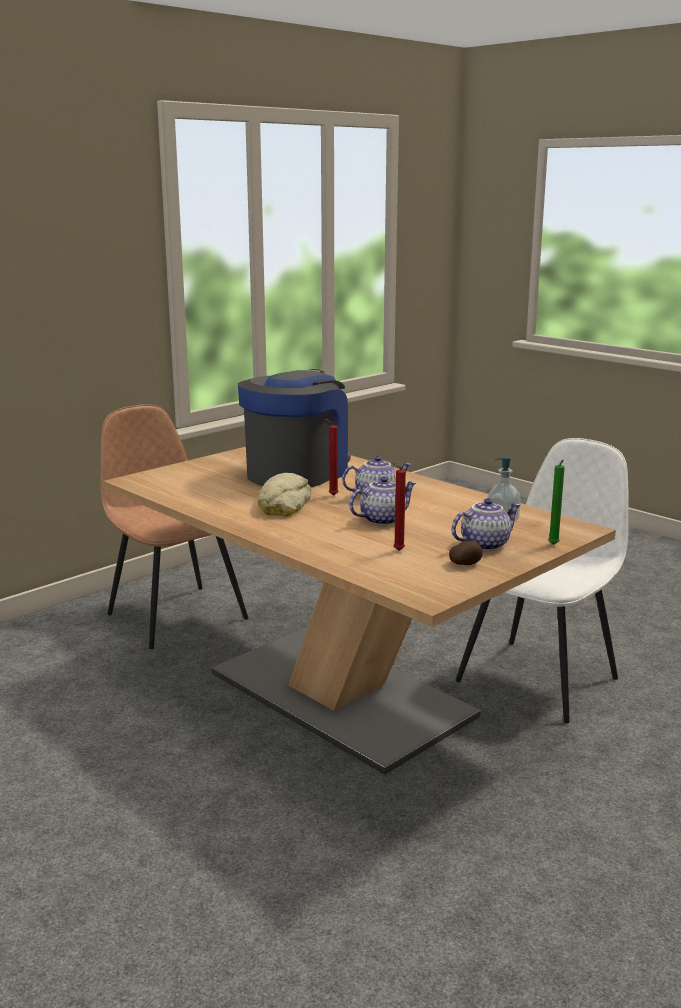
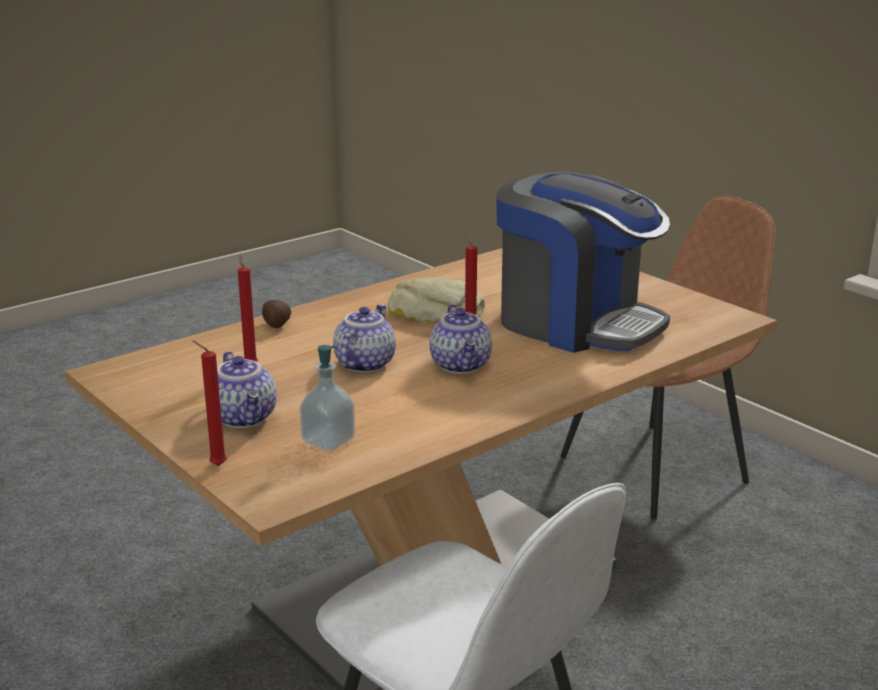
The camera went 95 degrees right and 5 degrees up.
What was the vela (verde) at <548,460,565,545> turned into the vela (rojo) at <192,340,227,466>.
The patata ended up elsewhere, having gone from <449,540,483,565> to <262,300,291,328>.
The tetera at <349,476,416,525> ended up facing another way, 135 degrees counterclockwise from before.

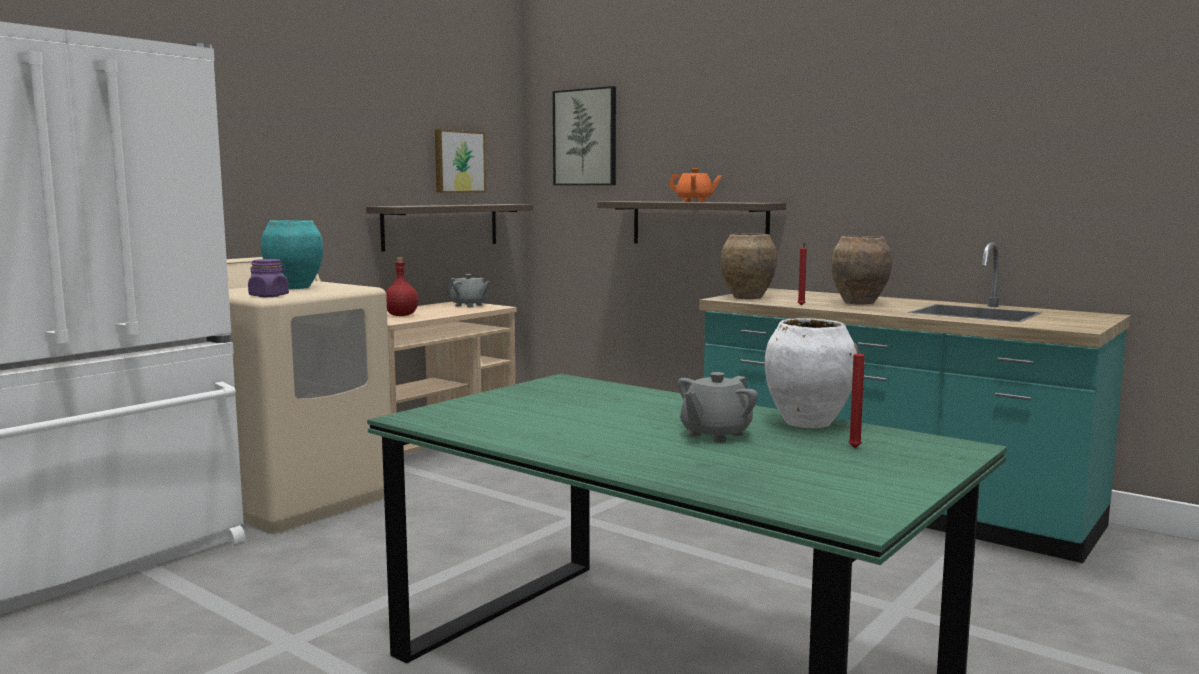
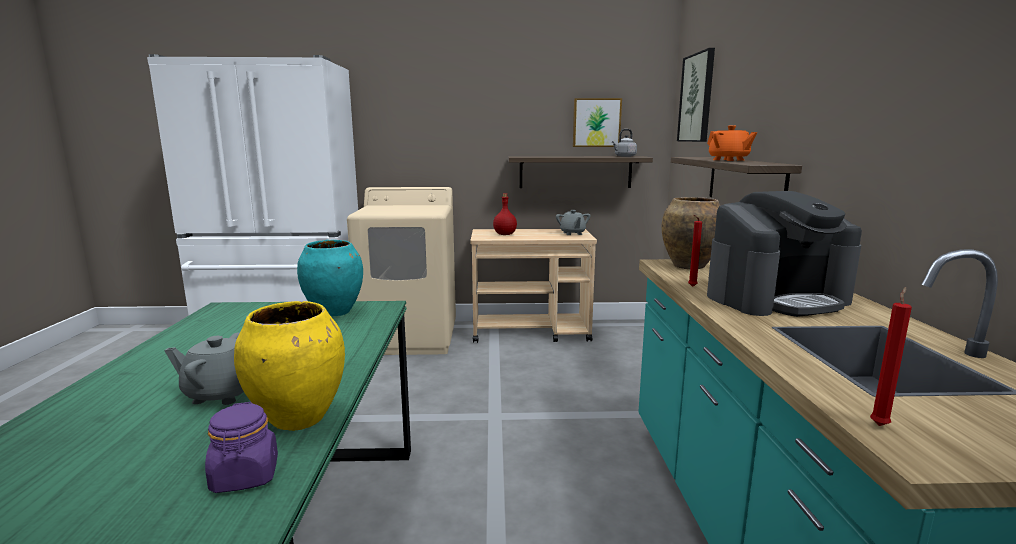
The camera went 50 degrees right and 5 degrees up.
The tarro (morado) ended up elsewhere, having gone from <248,259,289,297> to <205,402,278,493>.
What was the florero (blanco) at <765,318,857,428> turned into the florero (amarillo) at <234,301,345,431>.
The florero (turquesa) ended up elsewhere, having gone from <261,220,324,289> to <297,240,363,317>.
The second view gained the hervidor (gris) at <612,129,637,157>.
Where the florero (marrón) stood at <831,236,892,304>, the cafetera came to stand at <707,191,862,317>.
The vela (rojo) ended up elsewhere, having gone from <848,342,865,448> to <870,287,912,426>.

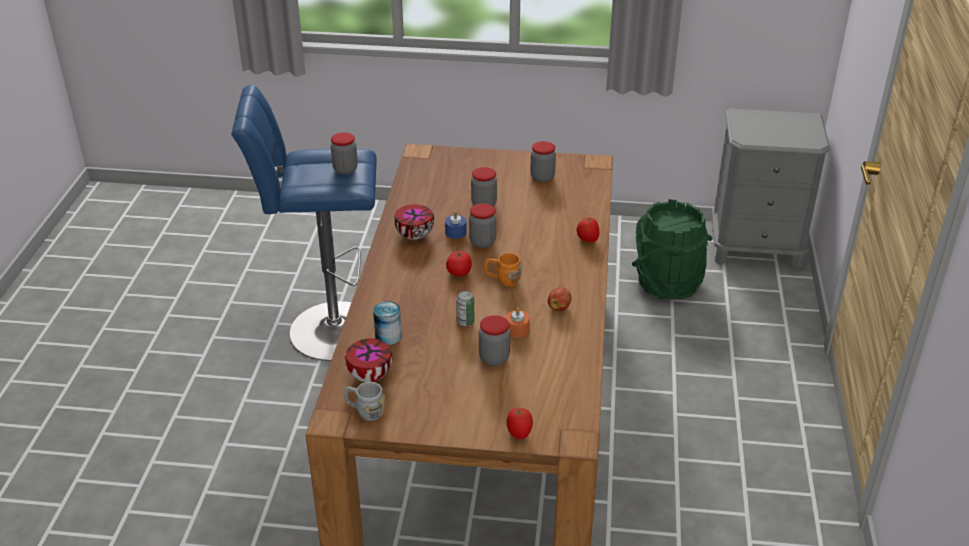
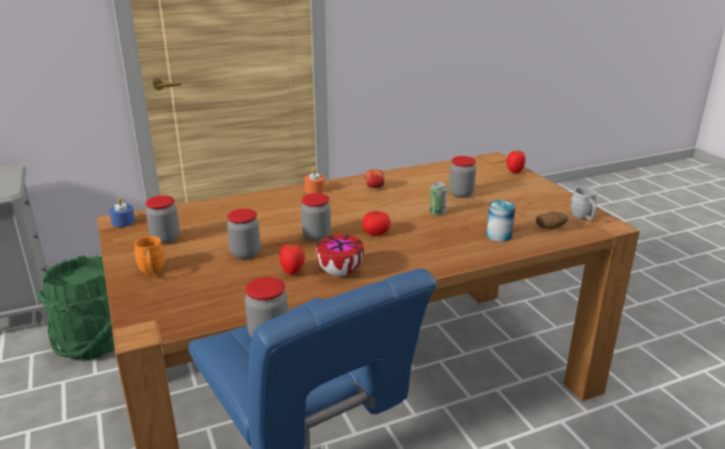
The camera went 120 degrees left and 10 degrees down.
The vela (azul) ended up elsewhere, having gone from <445,211,467,239> to <109,198,135,227>.
The taza grande (naranja) ended up elsewhere, having gone from <484,253,522,287> to <134,236,165,276>.
The tomate ended up elsewhere, having gone from <577,217,600,243> to <280,243,305,275>.
The vela (naranja) ended up elsewhere, having gone from <506,307,530,338> to <304,168,325,194>.
Where the cuenco stood at <345,338,393,382>, the patata came to stand at <536,211,568,229>.

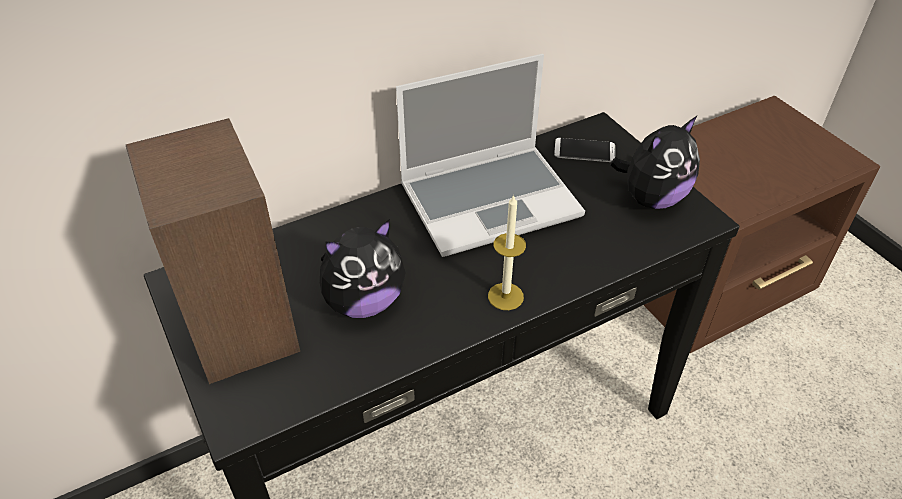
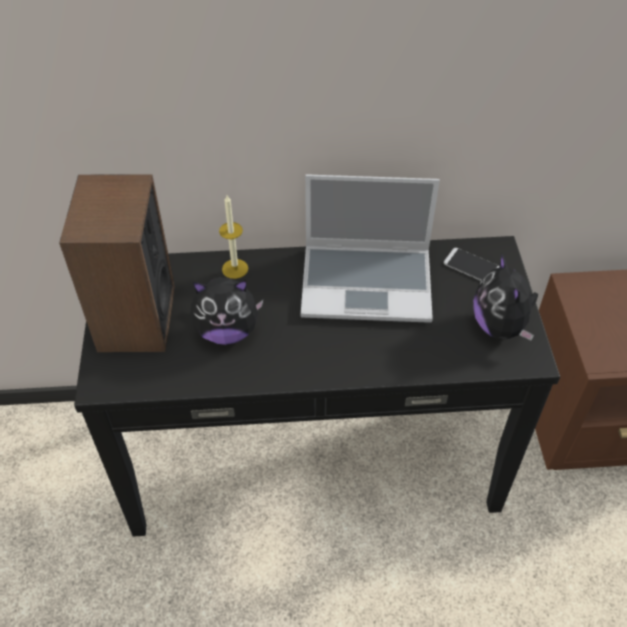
The camera went 25 degrees right and 5 degrees up.
The vela ended up elsewhere, having gone from <488,194,526,310> to <219,195,248,279>.
The peluche at <610,116,700,209> ended up facing another way, 90 degrees clockwise from before.

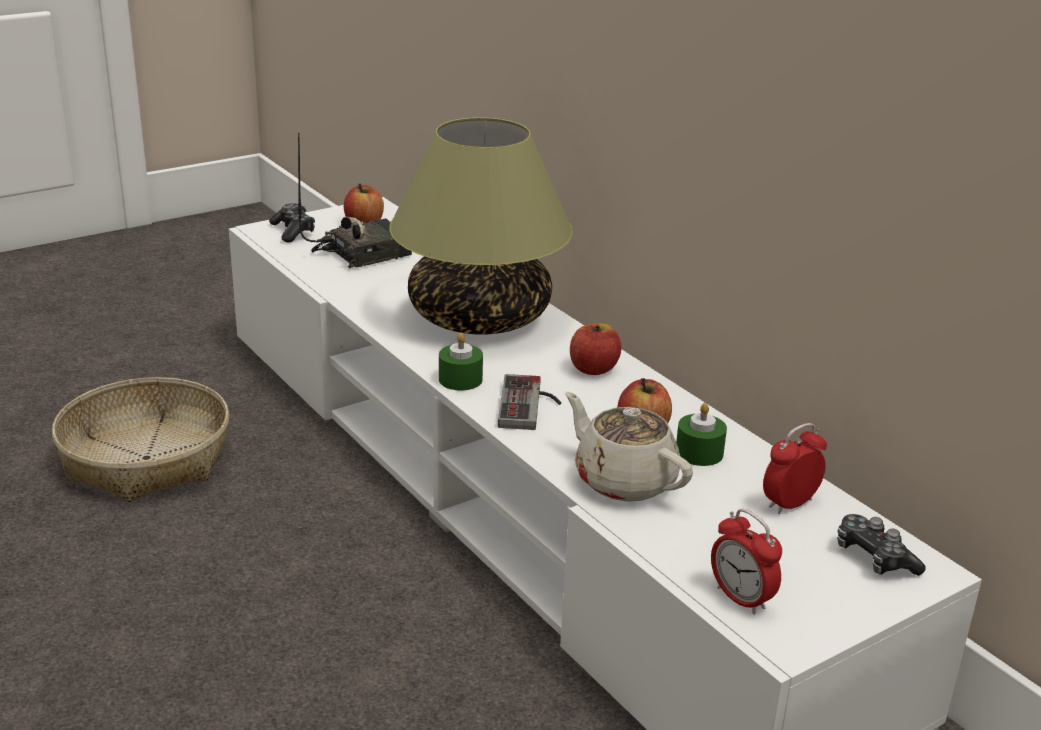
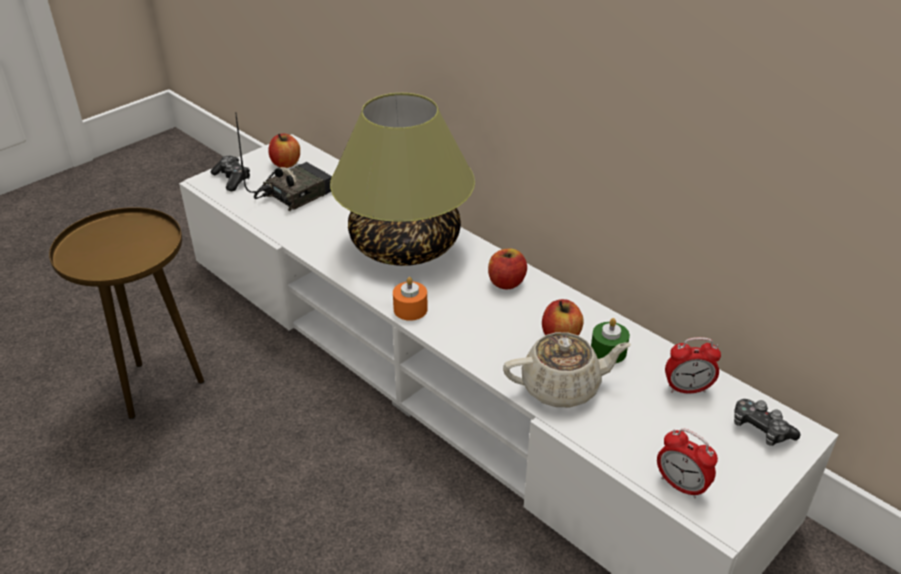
The camera went 10 degrees left and 10 degrees up.
Where the cesta stood at <52,377,230,502>, the mesa auxiliar (marrón) came to stand at <49,207,204,419>.
What was the vela (verde) at <439,332,483,391> turned into the vela (naranja) at <393,277,428,321>.
The tetera (beis) at <565,392,693,502> ended up facing another way, 135 degrees clockwise from before.
The despertador at <763,423,827,514> ended up facing another way, 135 degrees counterclockwise from before.
The second view lost the mando de consola at <498,374,561,430>.

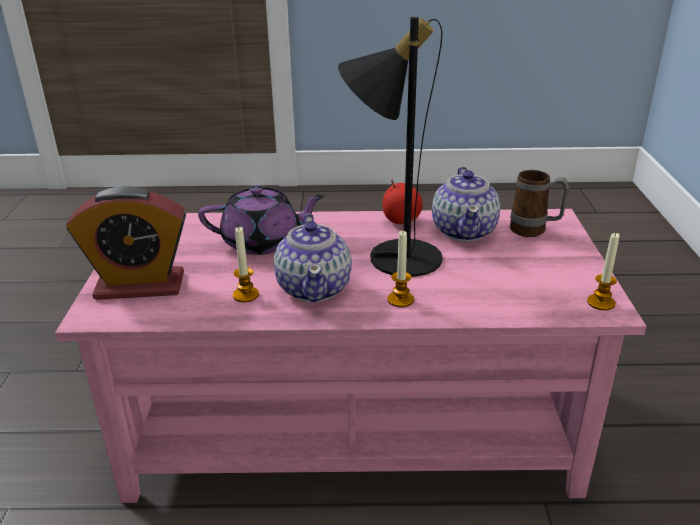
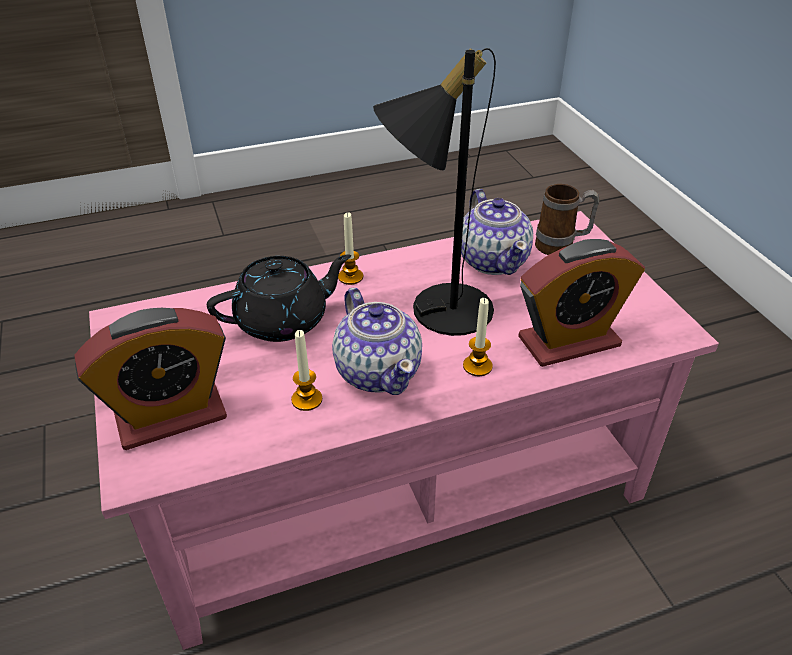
The camera went 20 degrees left and 10 degrees up.
What was the tetera (morado) at <198,185,325,255> turned into the tetera (negro) at <207,254,351,342>.
The vela ended up elsewhere, having gone from <587,233,620,311> to <338,212,363,285>.
The second view gained the despertador at <518,239,645,367>.
The second view lost the manzana at <382,180,423,224>.

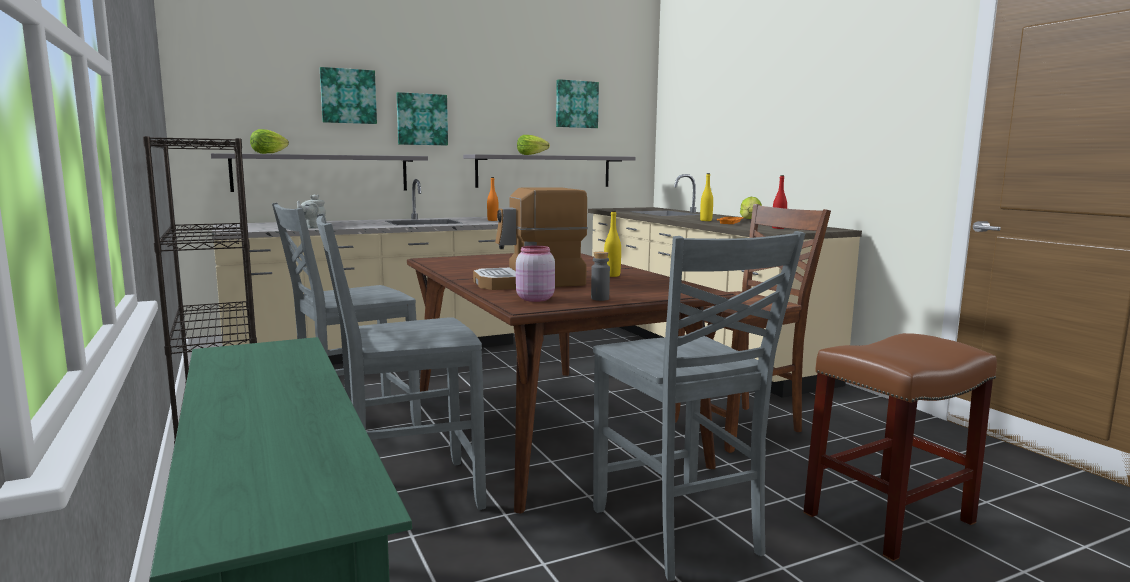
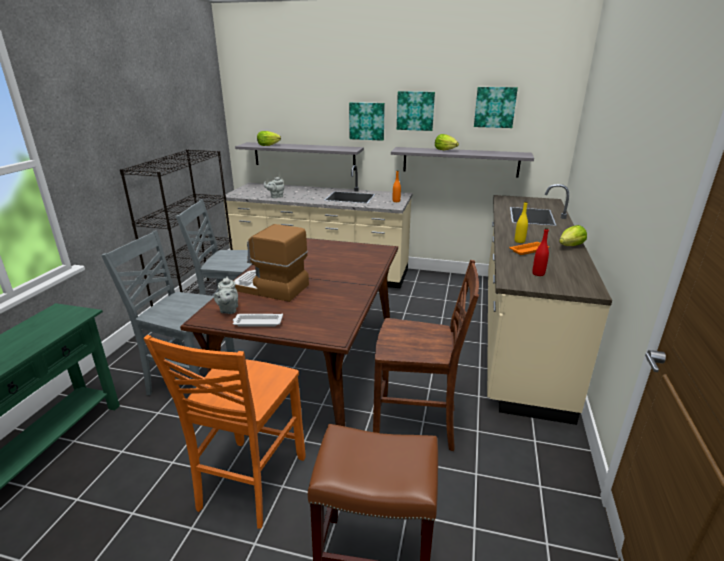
The camera went 40 degrees right and 15 degrees up.
What was the silla (gris) at <593,231,805,581> turned into the silla (naranja) at <143,335,306,529>.
Where the tarro (rosa) stood at <516,246,555,302>, the tetera (gris) came to stand at <214,276,238,314>.
Where the botella (gris) stood at <591,252,610,301>, the bandeja (blanco) came to stand at <233,314,283,327>.
The cuadro ended up elsewhere, having gone from <320,67,377,124> to <397,91,435,131>.
The second view lost the botella (amarillo) at <604,211,621,277>.

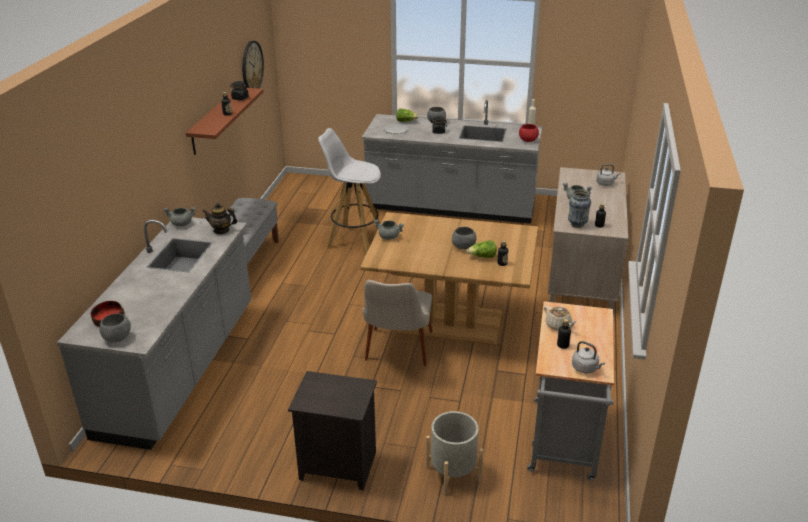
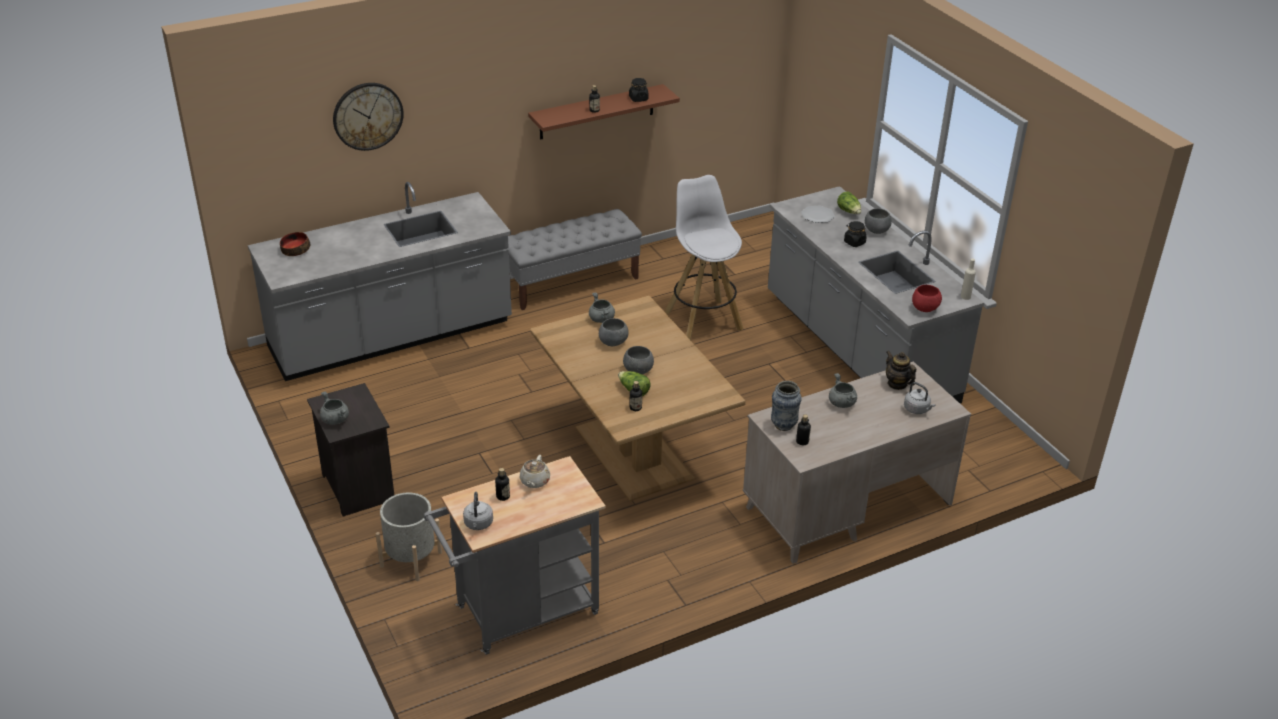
The camera went 50 degrees right and 5 degrees up.
The olla (gris) ended up elsewhere, having gone from <163,207,196,227> to <320,392,349,425>.
The reloj de pared ended up elsewhere, having gone from <242,41,264,89> to <333,83,404,151>.
The cuenco (gris) ended up elsewhere, having gone from <100,313,131,342> to <599,318,628,346>.
The tetera ended up elsewhere, having gone from <203,203,237,234> to <886,351,916,390>.
The second view lost the silla (beis) at <362,280,433,366>.

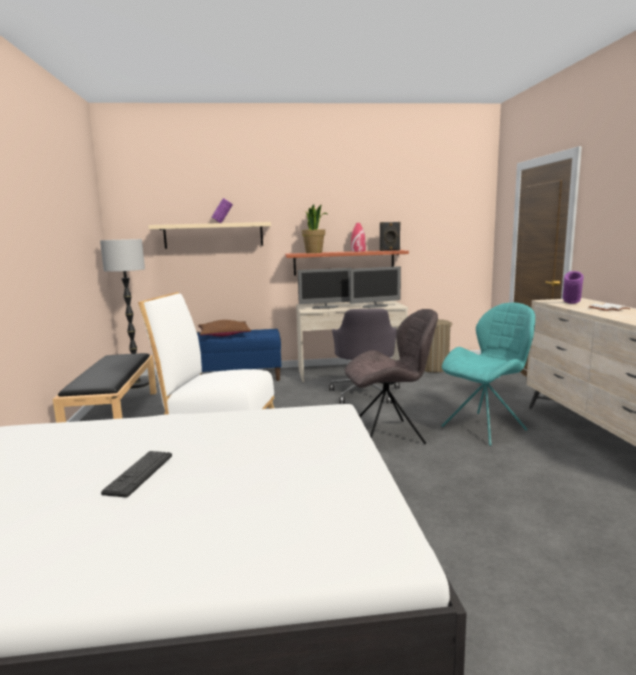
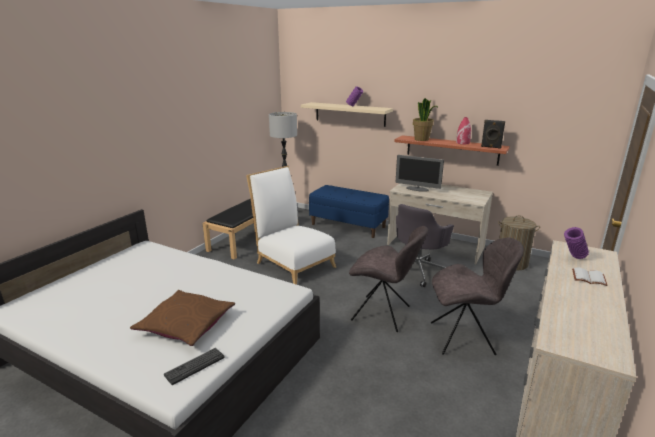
The camera went 35 degrees right and 10 degrees up.
The cojín (marrón) ended up elsewhere, having gone from <198,320,251,337> to <130,290,235,346>.
The teclado ended up elsewhere, having gone from <101,451,172,497> to <164,348,225,385>.
What was the silla (turquesa) at <441,303,535,446> turned into the silla (gris) at <431,237,524,355>.
The second view lost the monitor at <349,266,401,308>.

